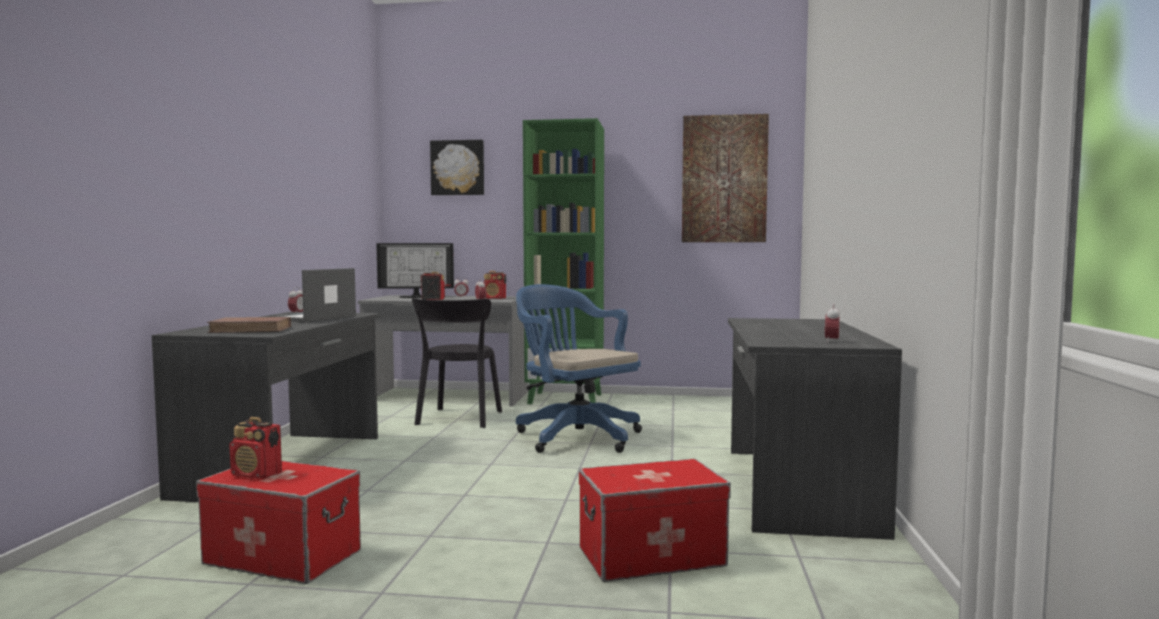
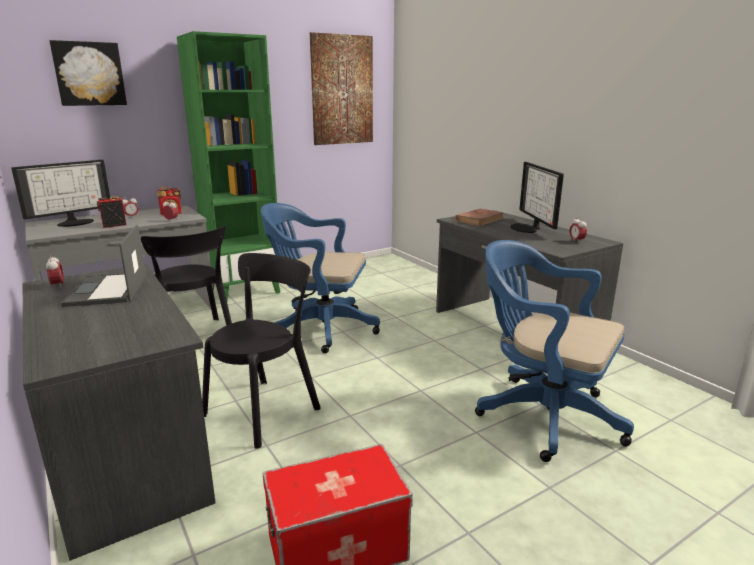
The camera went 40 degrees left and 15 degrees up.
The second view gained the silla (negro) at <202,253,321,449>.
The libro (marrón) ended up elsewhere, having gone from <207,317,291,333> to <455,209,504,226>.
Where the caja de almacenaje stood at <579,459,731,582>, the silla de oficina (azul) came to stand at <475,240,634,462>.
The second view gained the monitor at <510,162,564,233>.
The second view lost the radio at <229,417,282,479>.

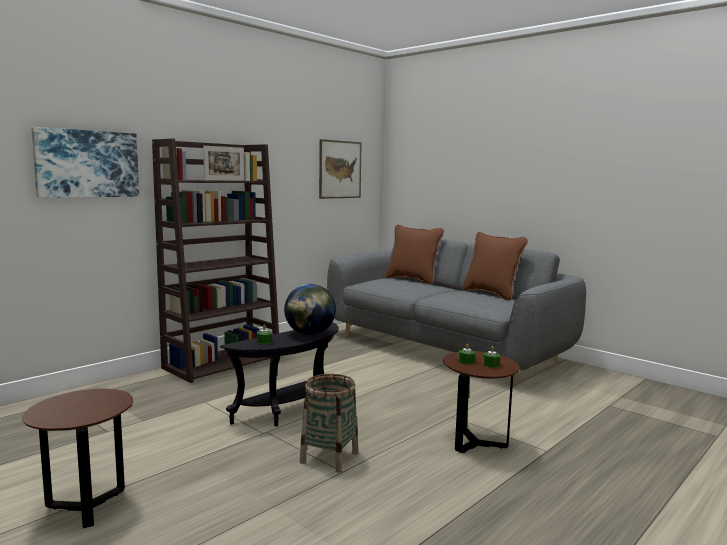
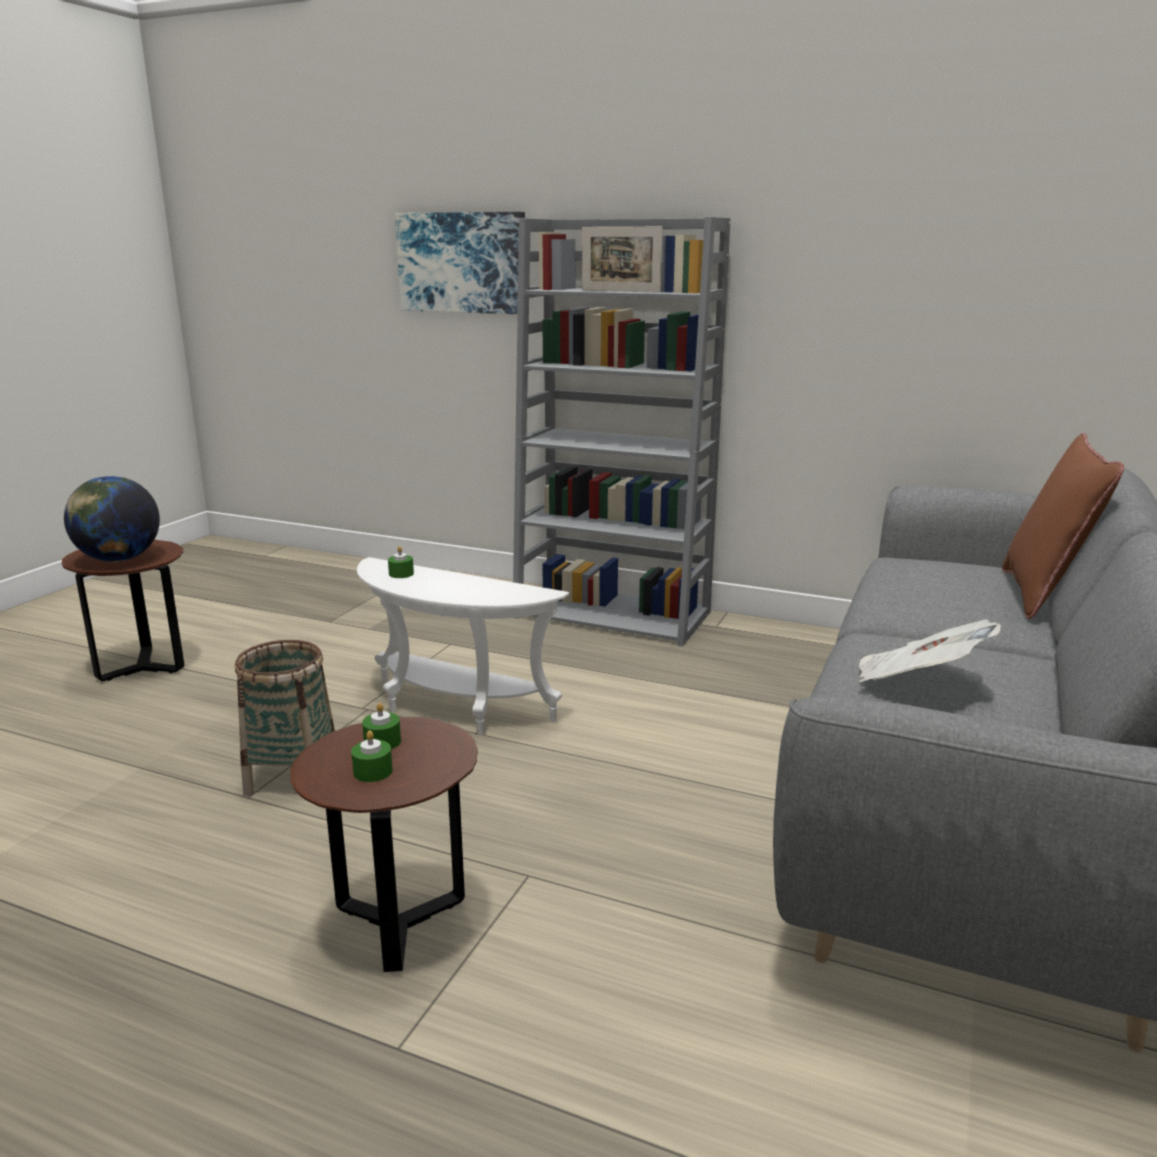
The camera went 70 degrees right and 10 degrees up.
The globo terráqueo ended up elsewhere, having gone from <284,284,336,335> to <64,476,160,562>.
What was the mesa auxiliar (negro) at <220,322,339,427> turned into the mesa auxiliar (blanco) at <357,557,569,735>.
What was the estantería (marrón) at <152,138,279,383> turned into the estantería (gris) at <513,217,731,646>.
The second view gained the periódico at <859,619,1001,682>.
The second view lost the cuadro at <319,139,362,199>.
The second view lost the cojín (marrón) at <462,232,528,301>.

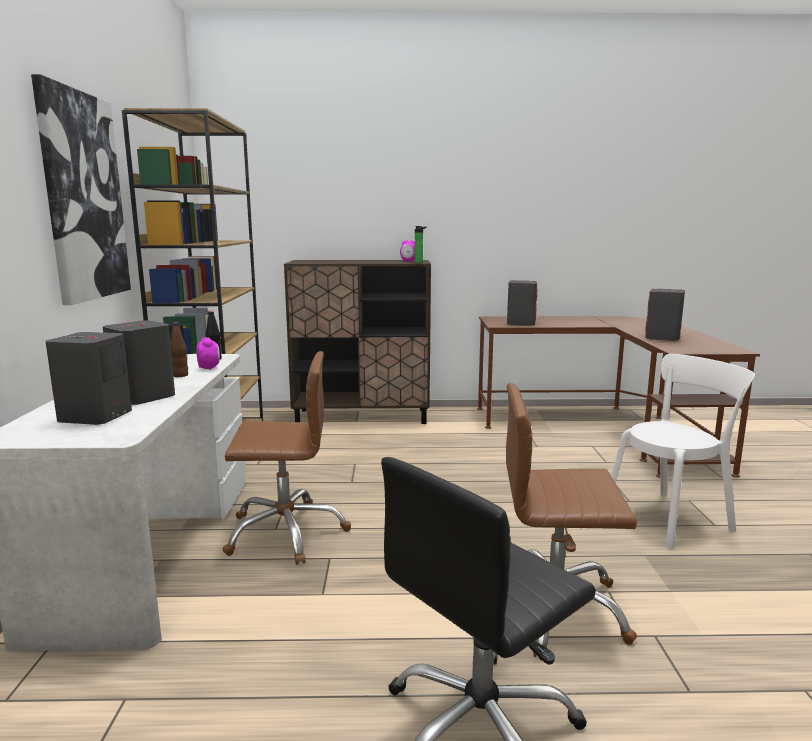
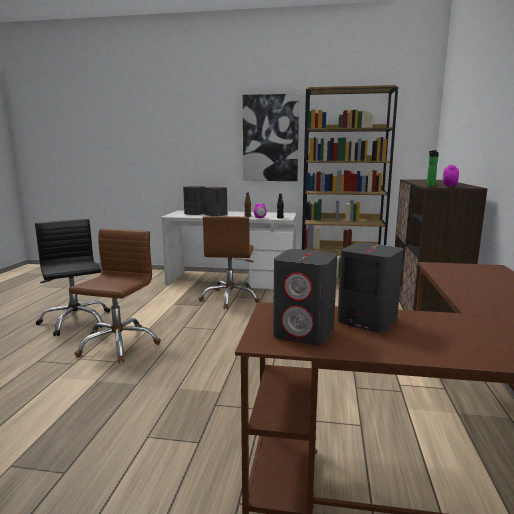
The camera went 100 degrees right and 0 degrees up.
The altavoz (gris) ended up elsewhere, having gone from <507,280,538,326> to <273,249,337,345>.
The second view lost the silla (blanco) at <611,354,755,549>.

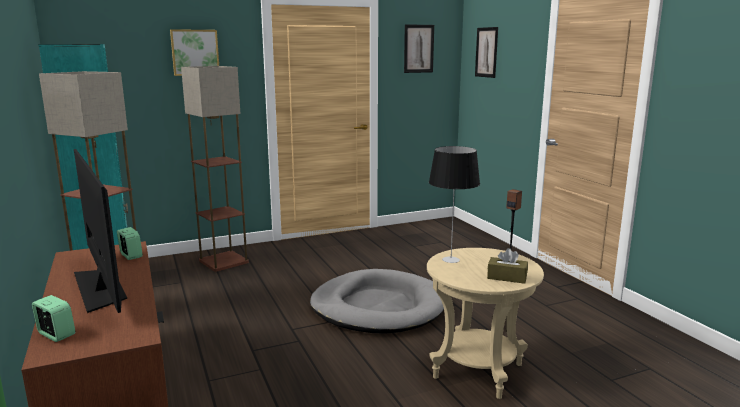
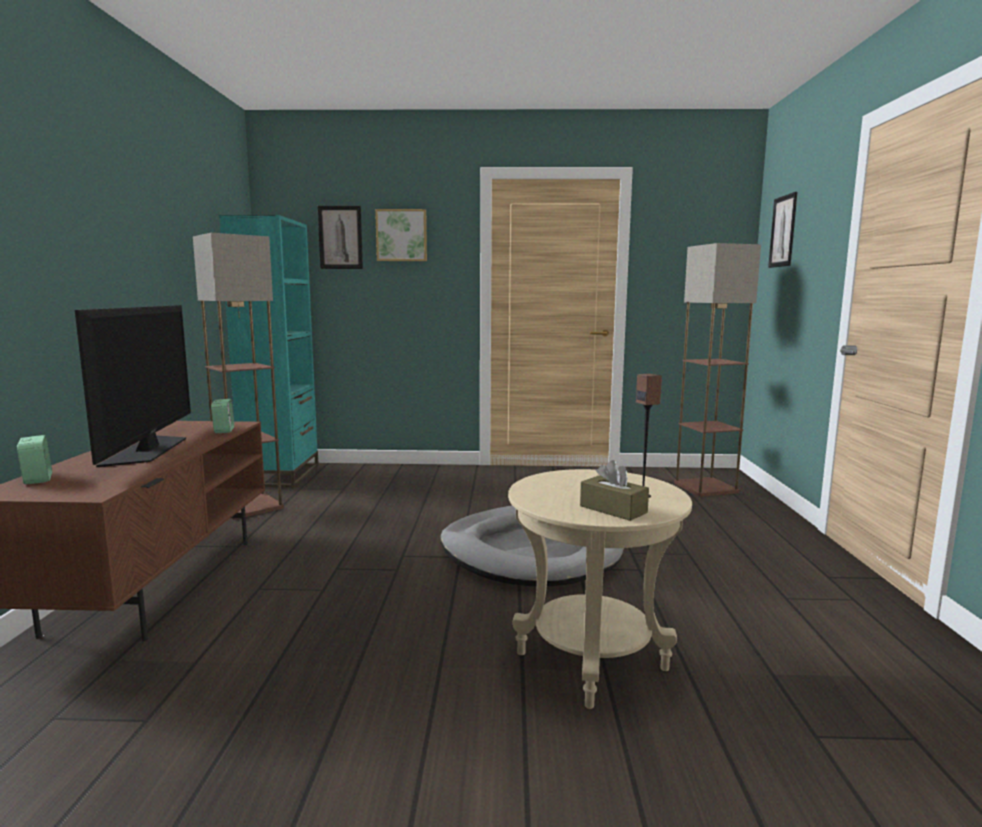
The camera went 25 degrees right and 5 degrees down.
The cuadro ended up elsewhere, having gone from <404,24,434,73> to <318,206,363,269>.
The lámpara de pie ended up elsewhere, having gone from <181,66,249,272> to <674,243,761,497>.
The second view lost the lámpara de mesa at <429,146,480,263>.

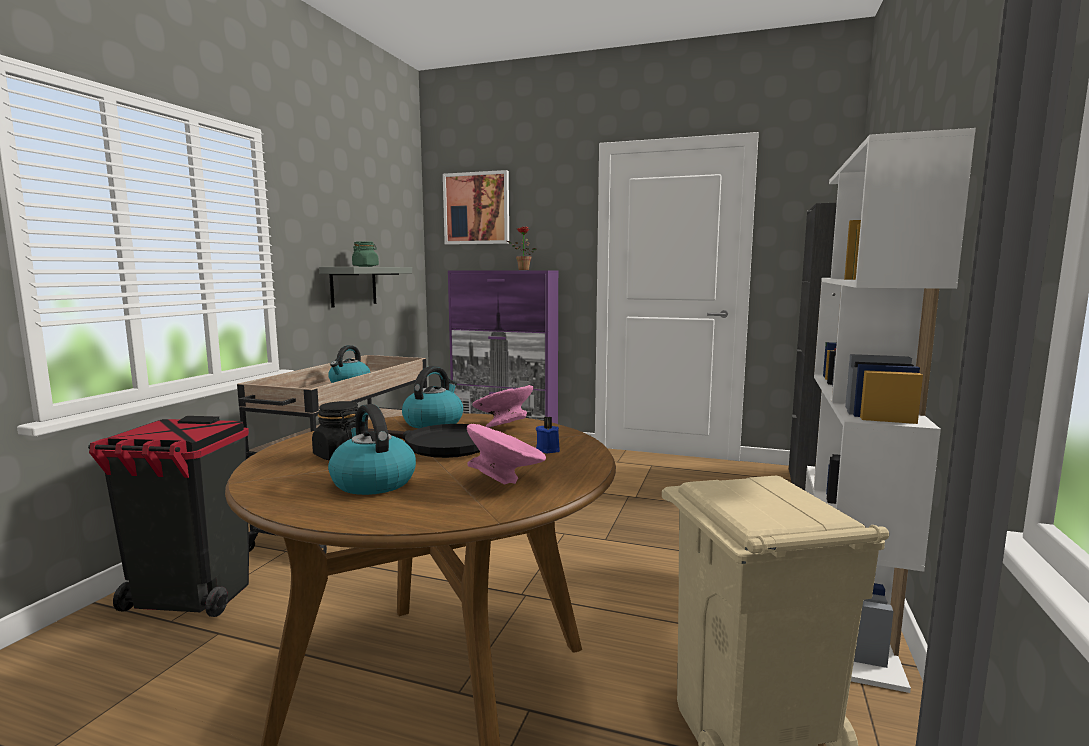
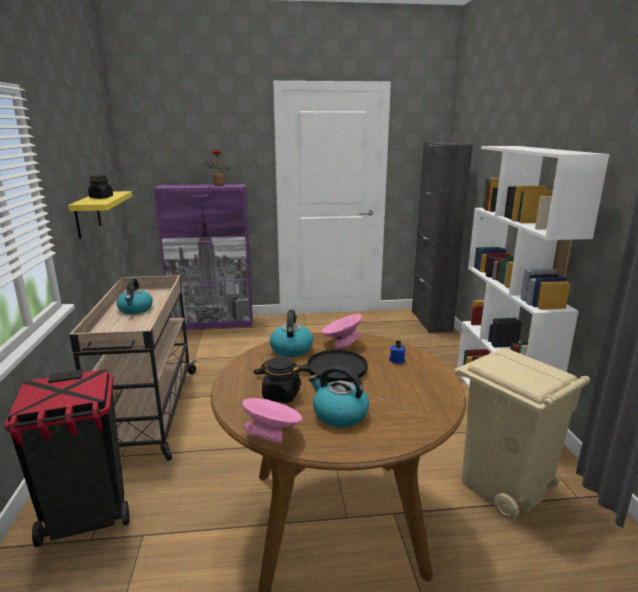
The camera went 25 degrees left and 10 degrees up.
What was the estante (gris) at <319,267,412,308> turned into the estante (amarillo) at <68,191,132,239>.
What was the tarro (verde) at <352,241,379,267> turned into the tarro (negro) at <88,175,113,199>.
The cuenco (rosa) ended up elsewhere, having gone from <467,424,546,484> to <242,398,302,443>.
The second view lost the cuadro at <443,170,509,245>.

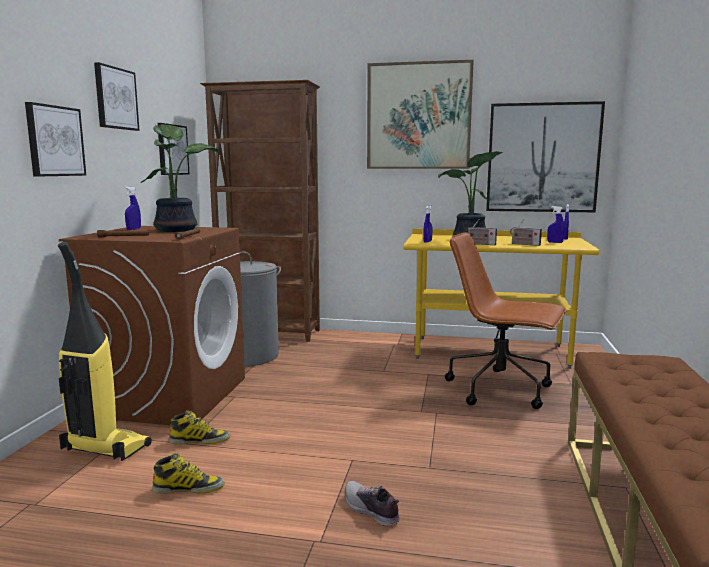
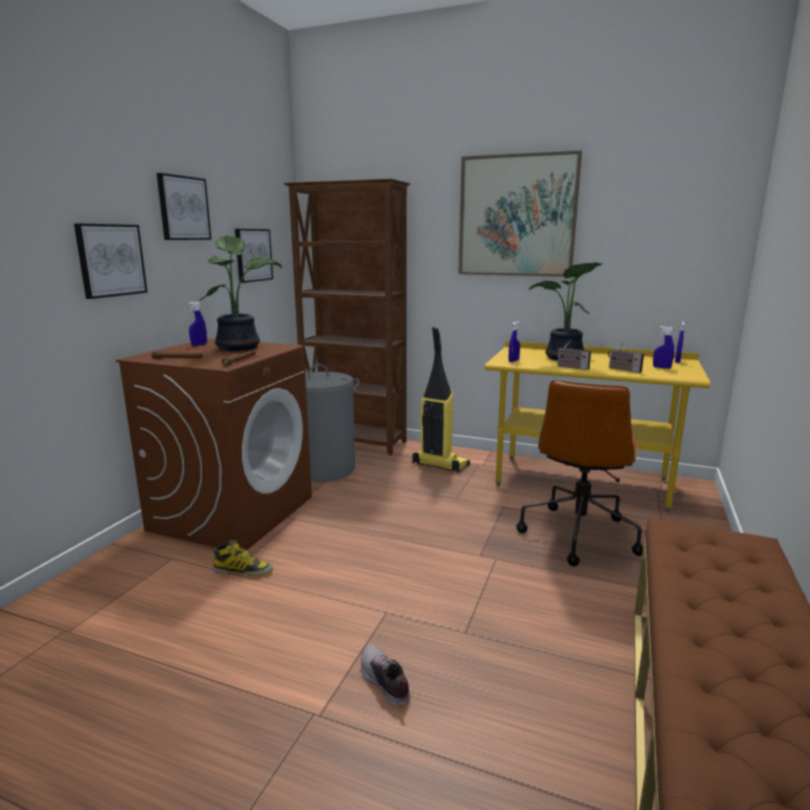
The camera went 10 degrees right and 5 degrees up.
The aspiradora ended up elsewhere, having gone from <58,242,152,461> to <413,326,470,472>.
The silla de oficina (marrón) at <445,233,567,409> ended up facing another way, 105 degrees counterclockwise from before.
The second view lost the bota at <152,453,225,494>.
The second view lost the cuadro at <486,101,605,212>.

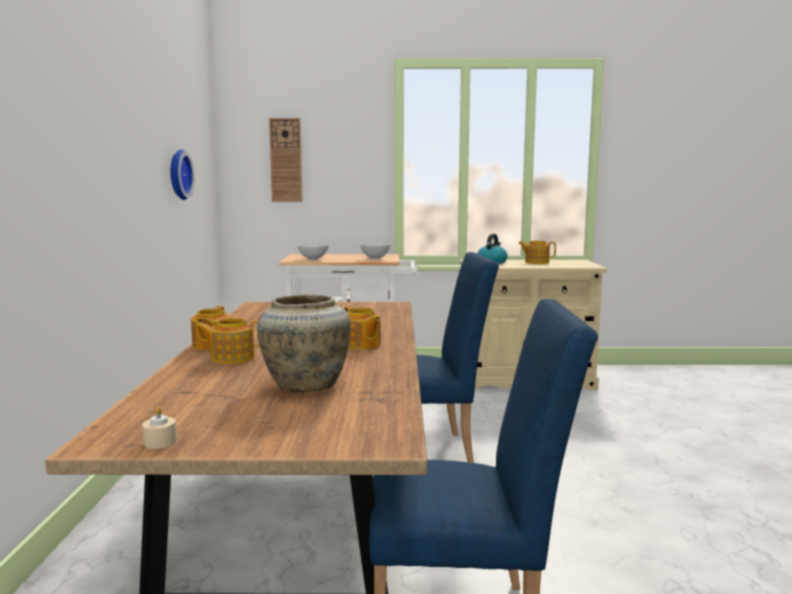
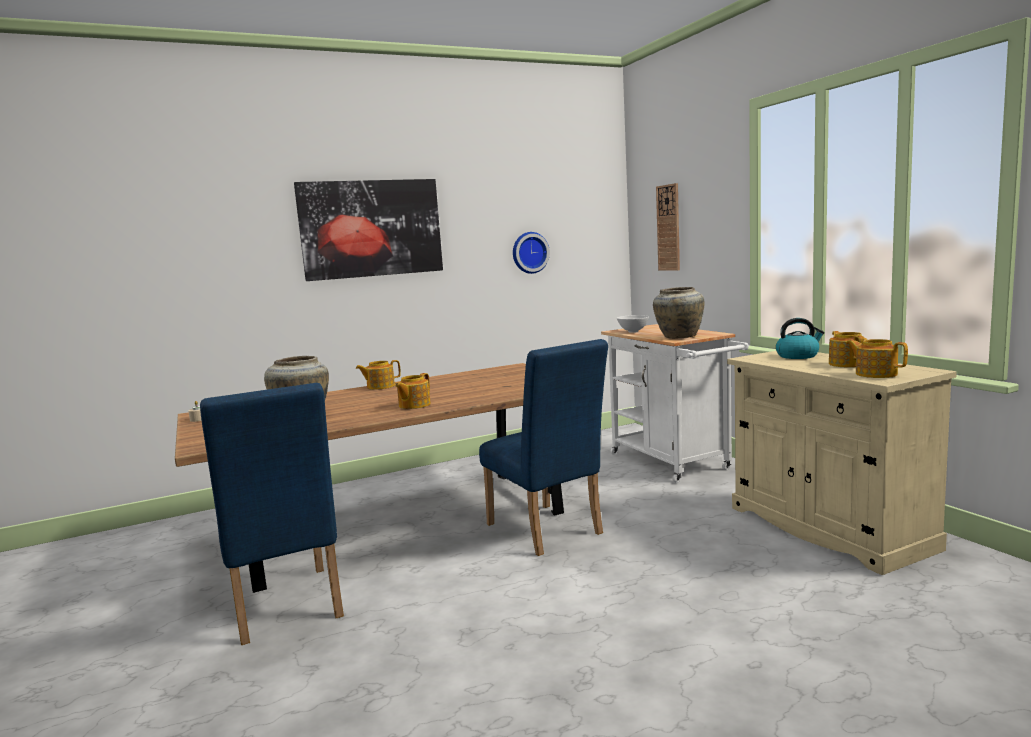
The camera went 65 degrees right and 0 degrees up.
The second view gained the cuadro at <294,179,443,281>.
Where the cuenco (blanco) stood at <360,243,391,259>, the florero (beis) came to stand at <653,287,705,339>.
The tetera ended up elsewhere, having gone from <195,318,260,364> to <846,339,908,378>.

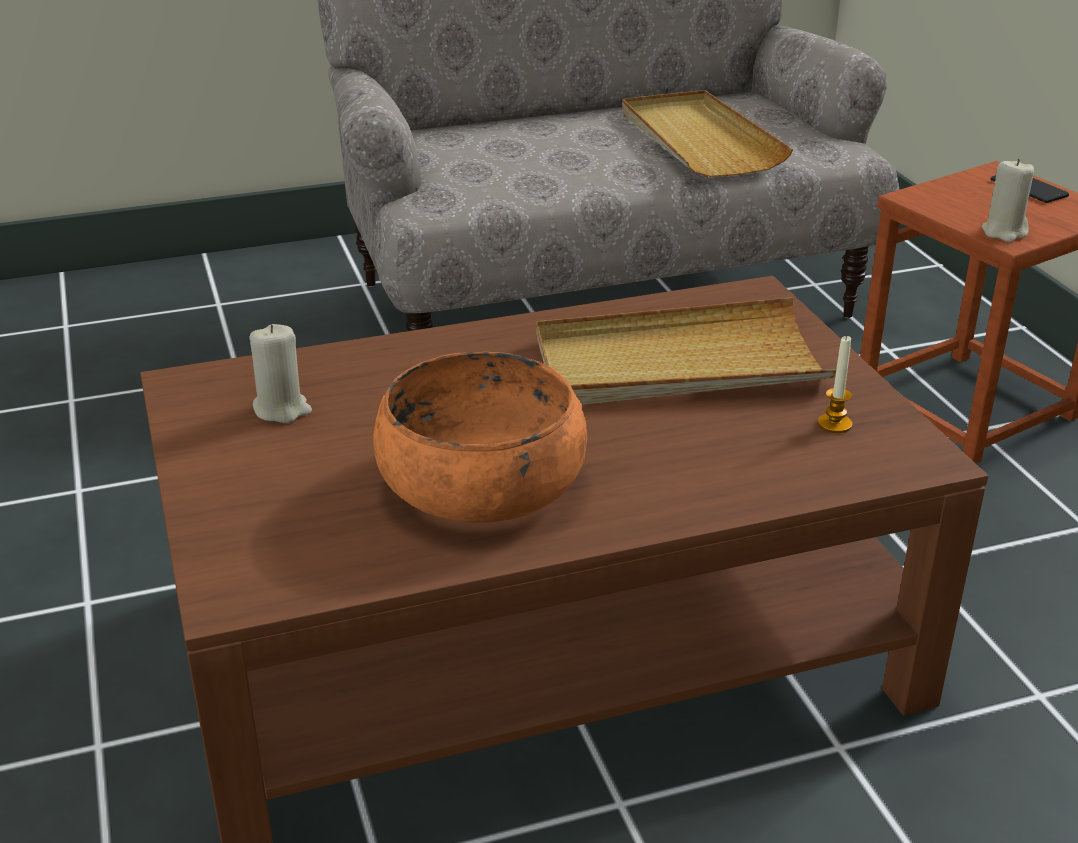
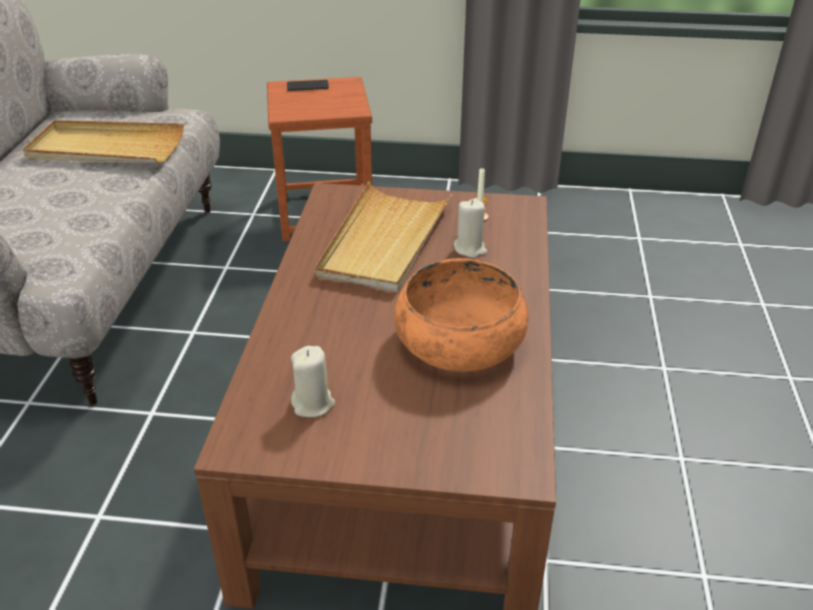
The camera went 65 degrees left and 5 degrees up.
The vela (beis) ended up elsewhere, having gone from <982,159,1034,242> to <454,199,487,258>.

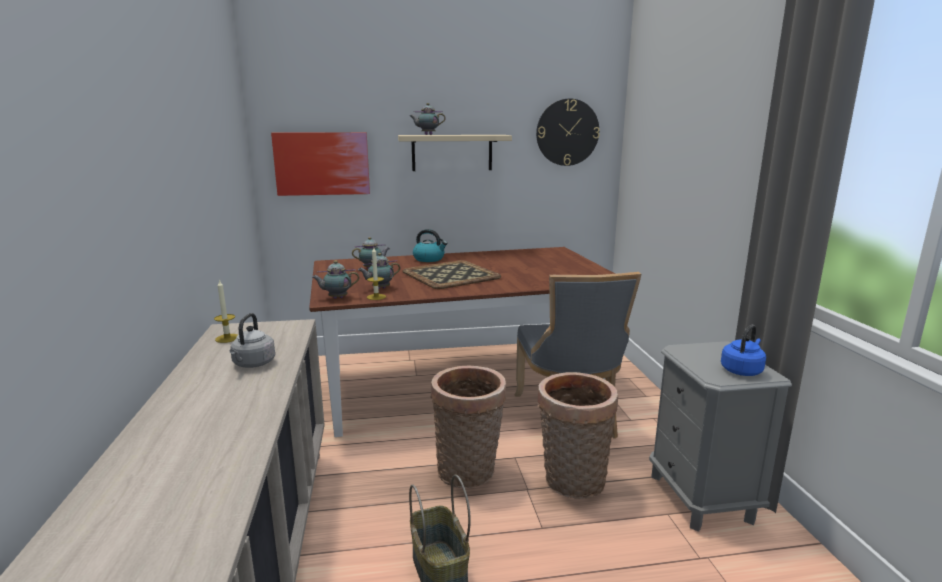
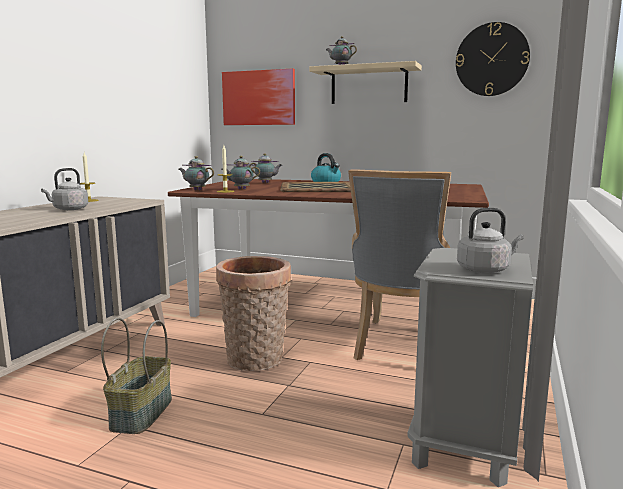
The camera went 30 degrees right and 5 degrees down.
What was the hervidor (azul) at <721,325,766,376> turned into the hervidor (gris) at <457,208,524,273>.
The second view lost the cesta at <537,372,618,499>.

